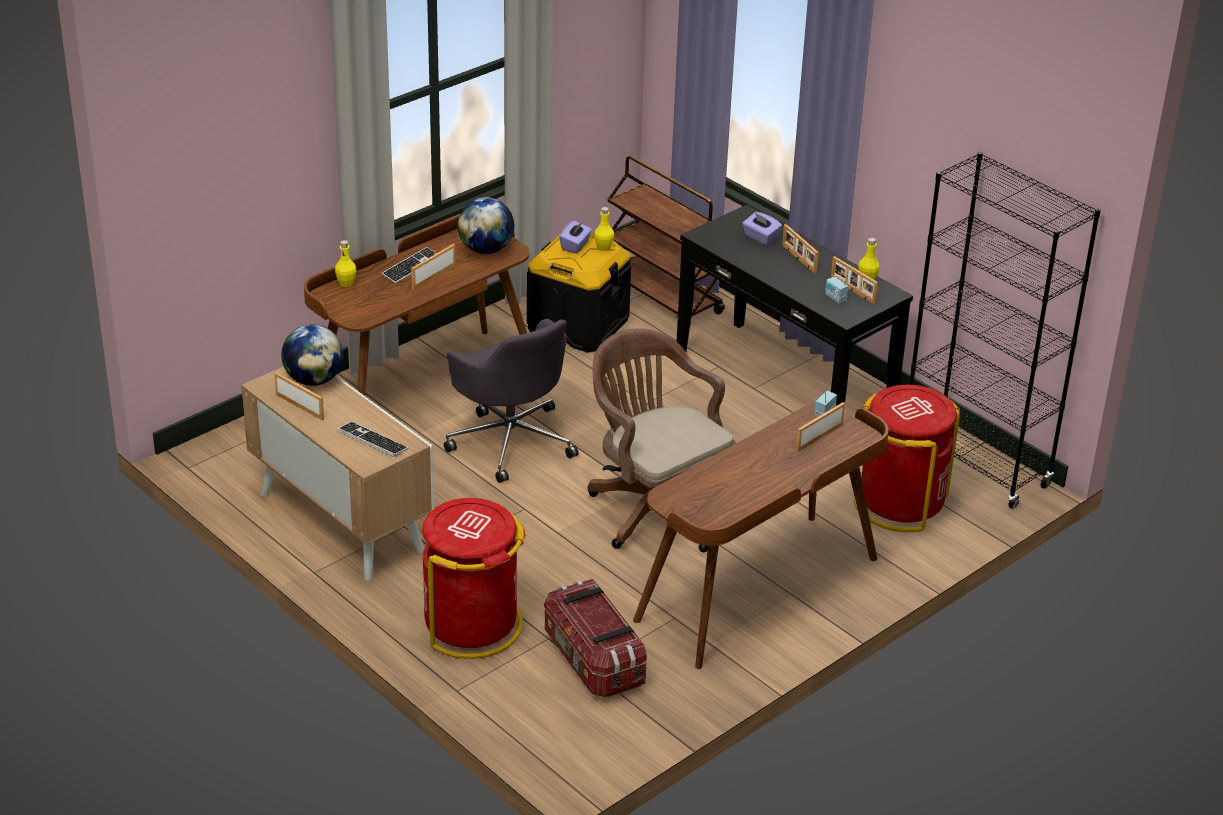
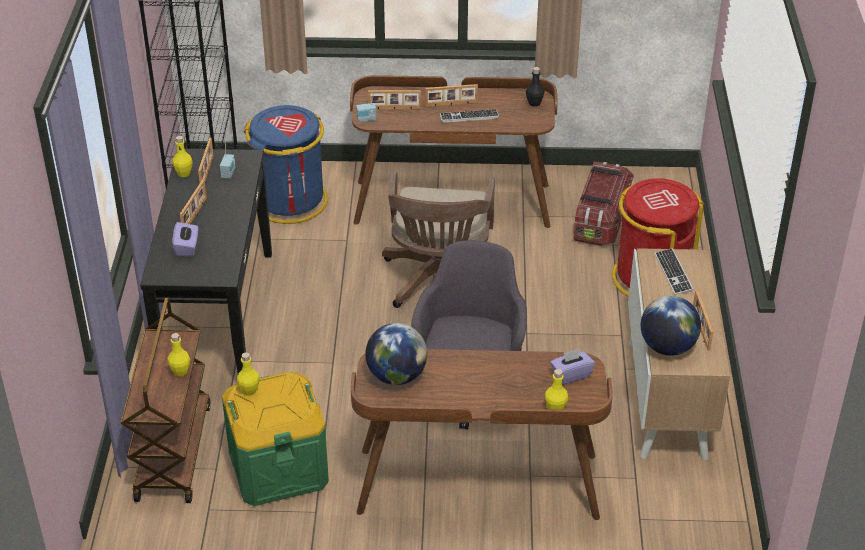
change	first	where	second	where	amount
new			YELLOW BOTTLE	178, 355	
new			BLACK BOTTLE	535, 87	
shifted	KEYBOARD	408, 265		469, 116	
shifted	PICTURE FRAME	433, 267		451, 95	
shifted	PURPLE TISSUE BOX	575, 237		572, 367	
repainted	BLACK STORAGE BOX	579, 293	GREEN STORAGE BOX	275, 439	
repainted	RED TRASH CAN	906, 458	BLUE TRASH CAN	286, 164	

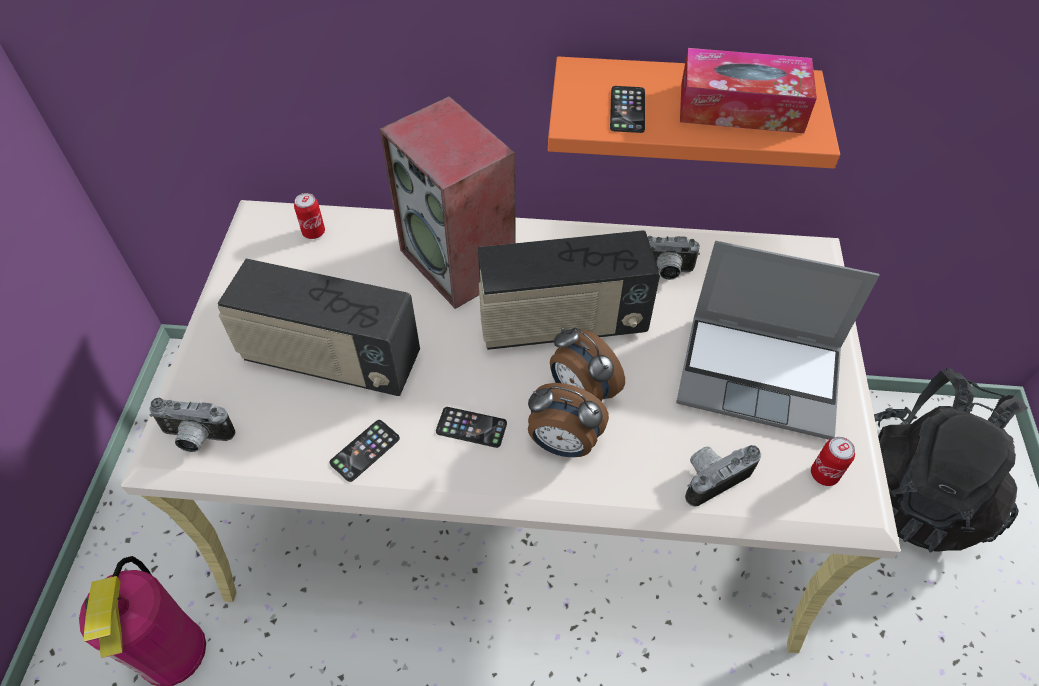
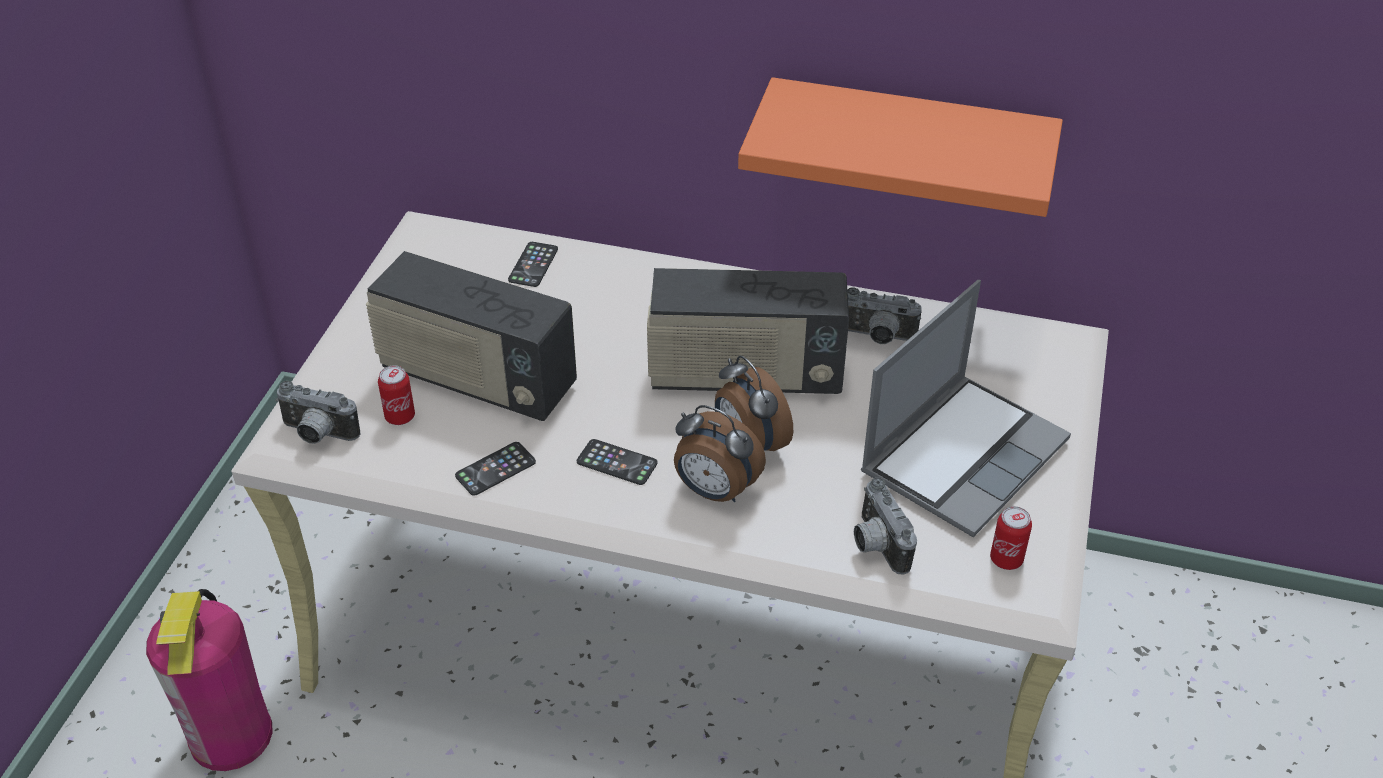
change	first	where	second	where	amount
gone	SPEAKER	448, 202			
gone	TISSUE BOX	748, 90			
gone	BLACK BACKPACK	951, 460			
shifted	CAN	309, 216		396, 395	
shifted	PHONE	627, 109		533, 264	
rotated	LAPTOP	777, 340		966, 408	75 degrees counterclockwise
rotated	PHOTO CAMERA	723, 475		885, 525	90 degrees counterclockwise

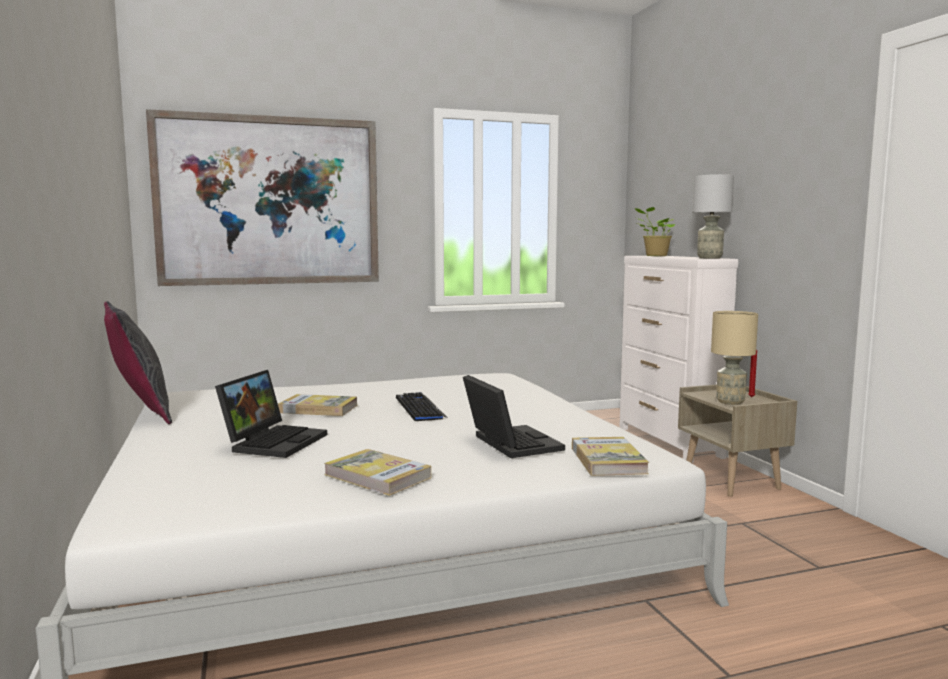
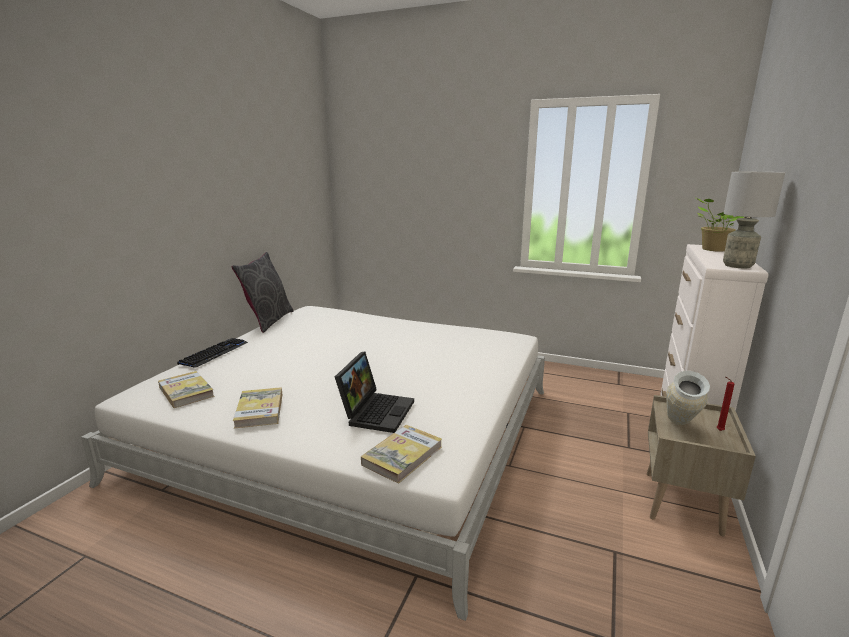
change	first	where	second	where	amount
gone	PICTURE	262, 197			
gone	LAPTOP	271, 414			
shifted	BOOK	317, 405		186, 389	
shifted	KEYBOARD	422, 406		212, 353	
swapped	BEIGE TABLE LAMP	734, 358	VASE	688, 398	

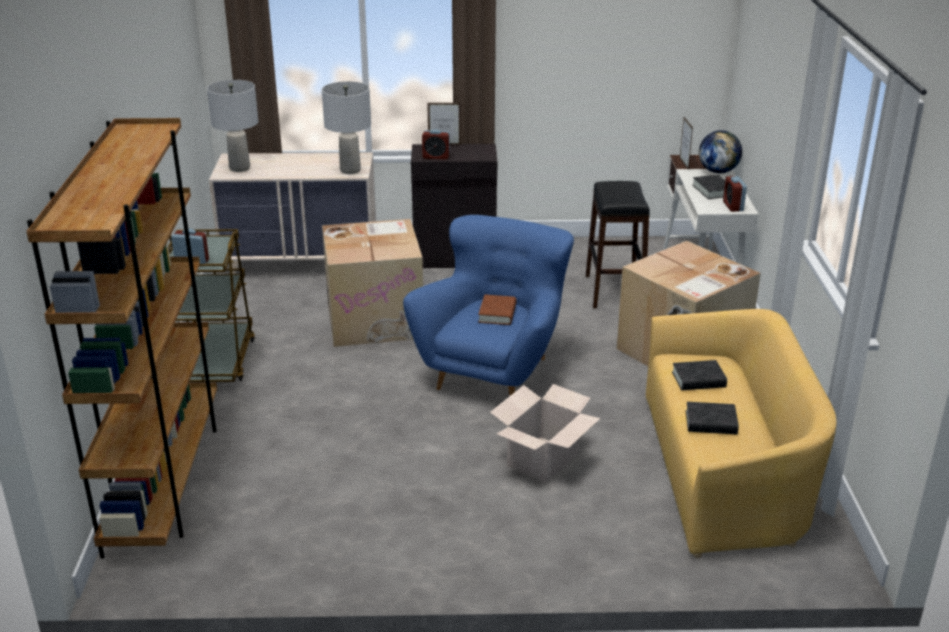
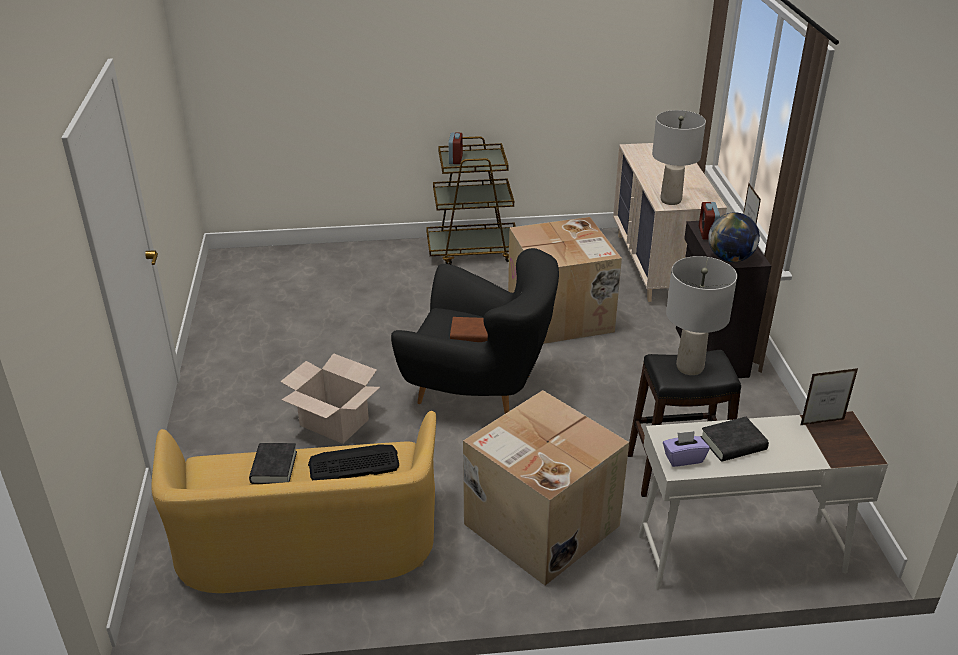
change	first	where	second	where	amount
gone	BROWN BOOKCASE	121, 338			
shifted	GREY TABLE LAMP	232, 126		701, 315	
shifted	GLOBE	720, 151		734, 237	
swapped	BLACK BOOK	699, 375	KEYBOARD	353, 462	
swapped	ALARM CLOCK	735, 194	PURPLE TISSUE BOX	686, 449	
repainted	BLUE ARMCHAIR	488, 305	BLACK ARMCHAIR	475, 331	

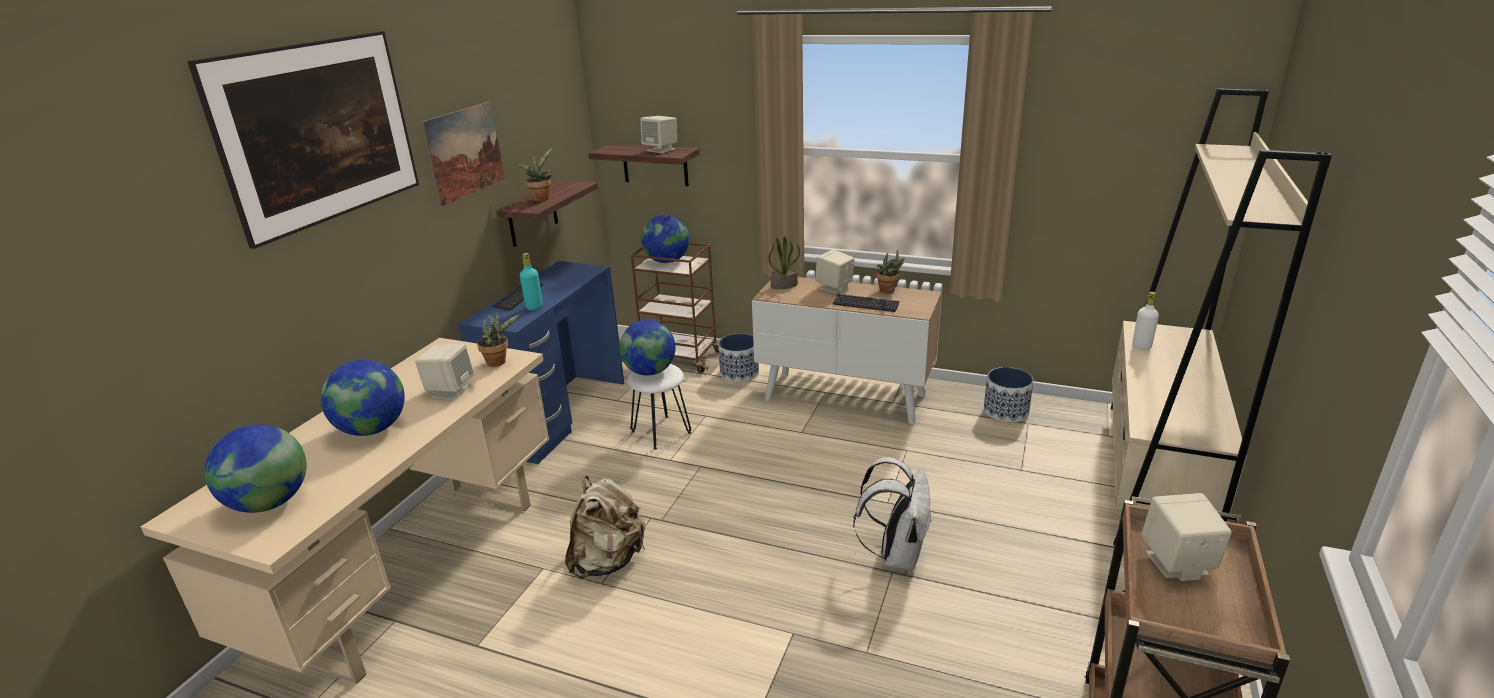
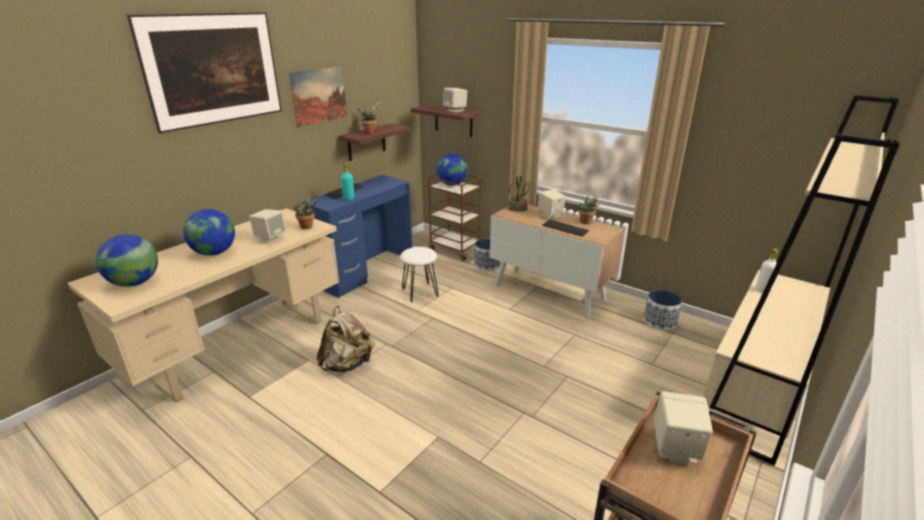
change	first	where	second	where	amount
gone	GLOBE	647, 347			
gone	WHITE BACKPACK	892, 514			

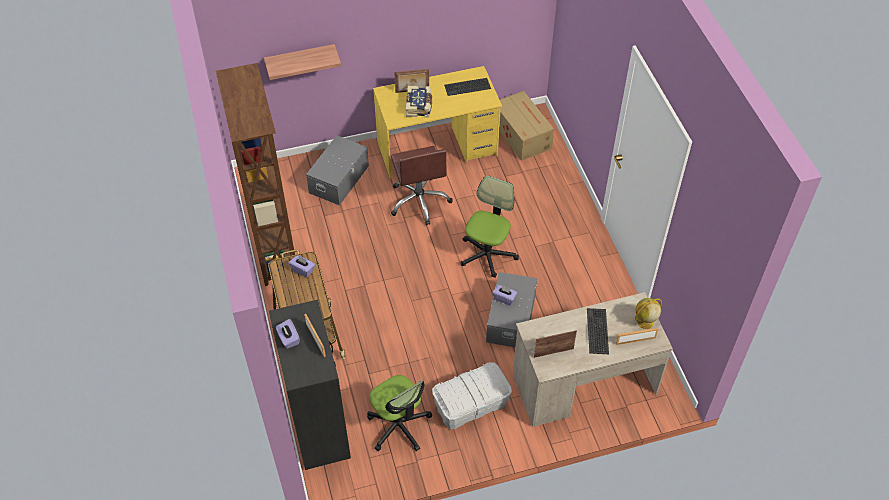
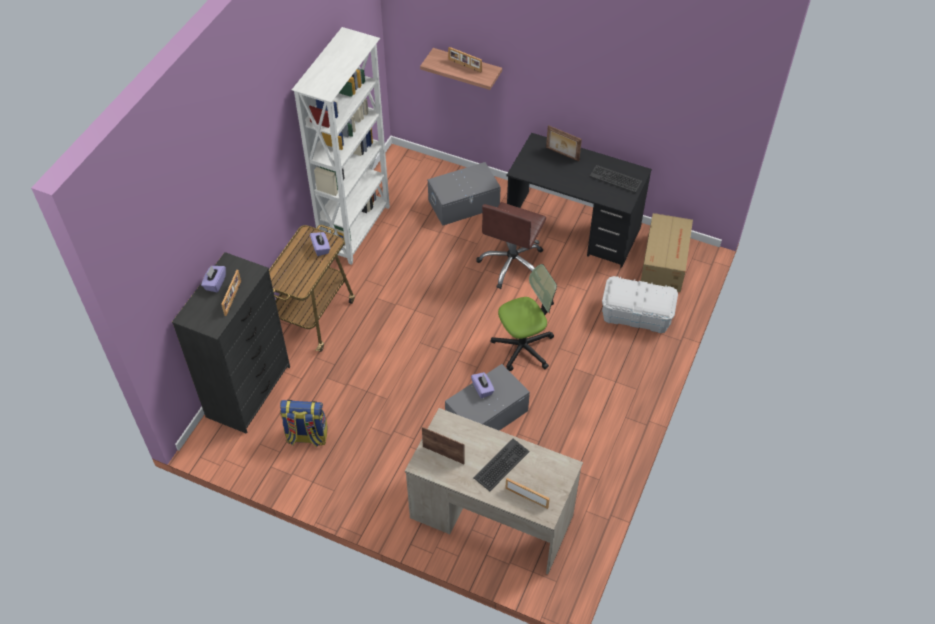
change	first	where	second	where	amount
gone	BOOK	419, 102			
gone	GLOBE	648, 313			
new			PICTURE FRAME	465, 59	
shifted	WHITE STORAGE BOX	472, 395		640, 304	
swapped	OFFICE CHAIR	399, 413	BACKPACK	304, 423	
repainted	BROWN BOOKCASE	257, 174	WHITE BOOKCASE	341, 146	
repainted	YELLOW DESK	437, 122	BLACK DESK	579, 200	

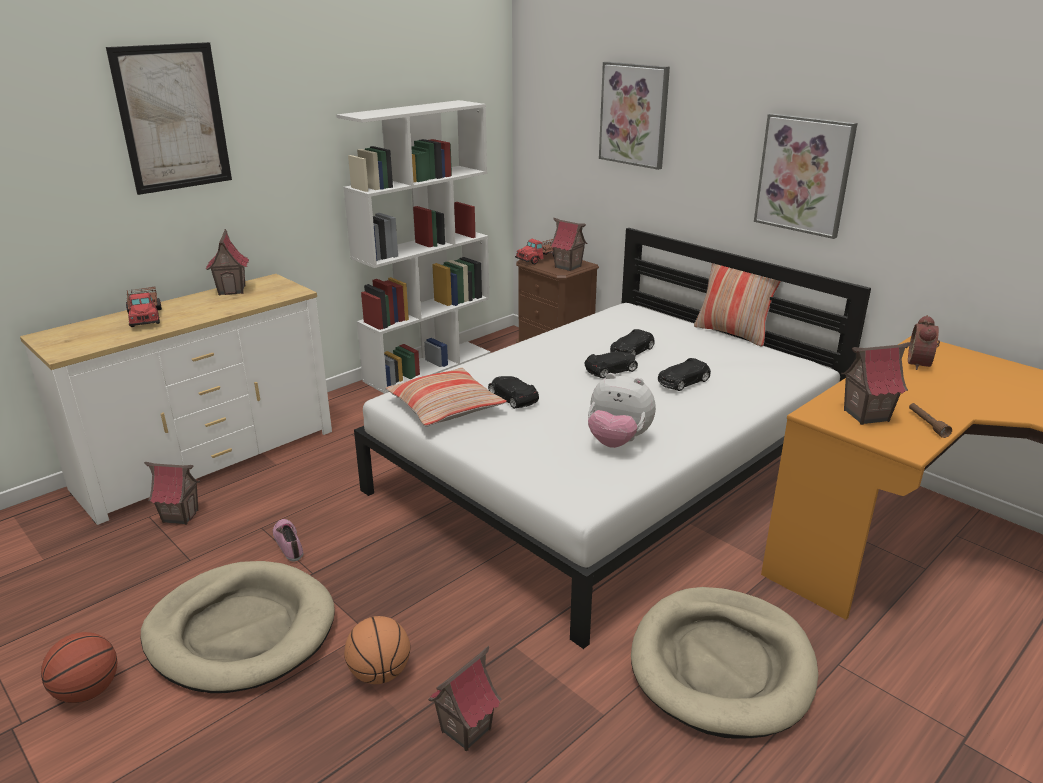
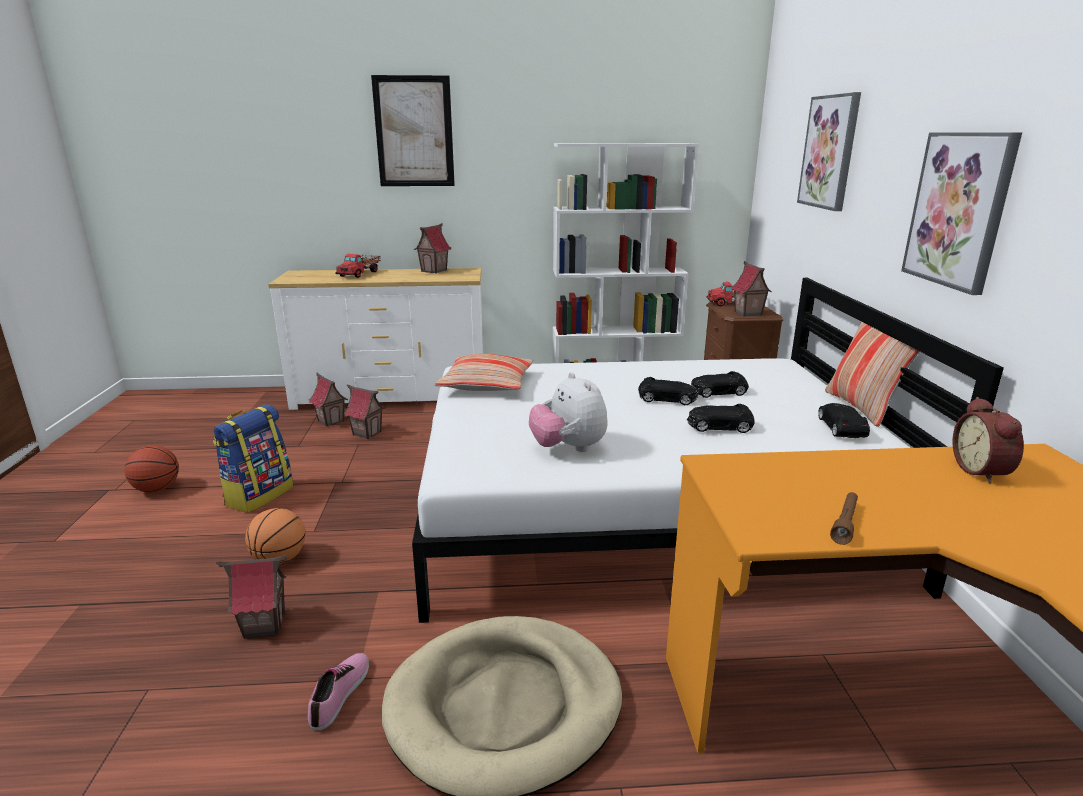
change	first	where	second	where	amount
shifted	SHOE	288, 540		338, 691	
shifted	BLACK TOY CAR	513, 392		844, 420	
shifted	TOY HOUSE	876, 383		364, 412	
swapped	BEIGE DOG BED	238, 627	BACKPACK	253, 458	
rotated	ALARM CLOCK	924, 342		988, 440	60 degrees counterclockwise

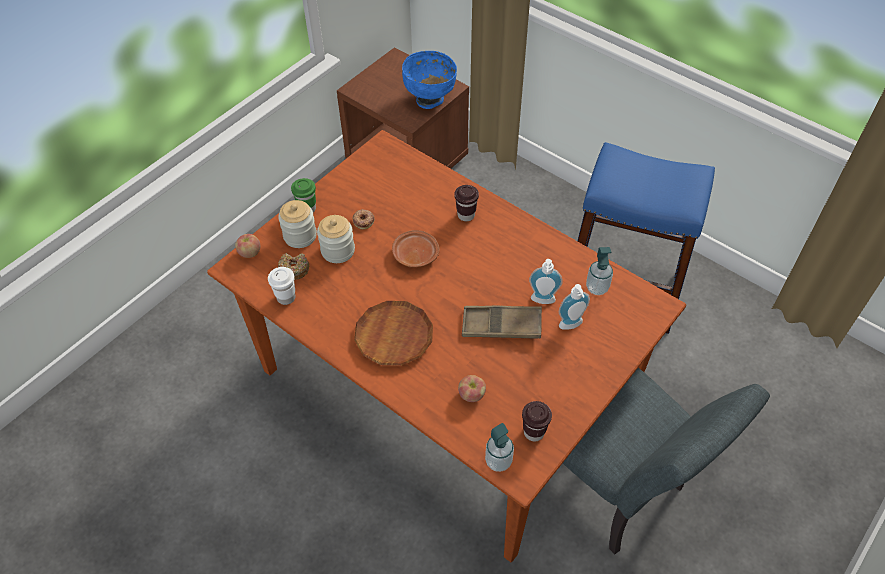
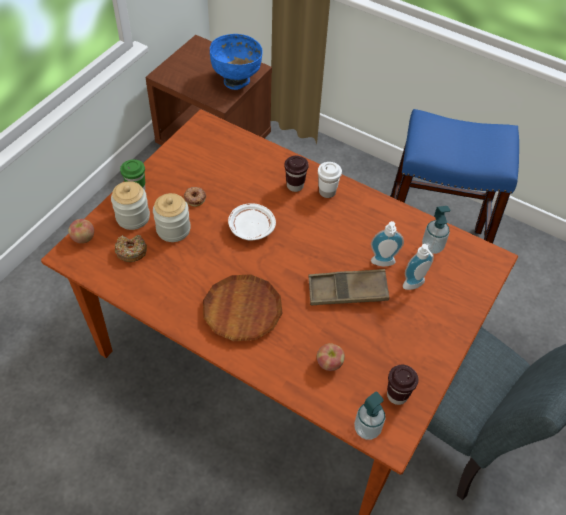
change	first	where	second	where	amount
shifted	WHITE CUP	282, 286		330, 180	
repainted	BROWN PLATE	416, 249	WHITE PLATE	252, 222	

